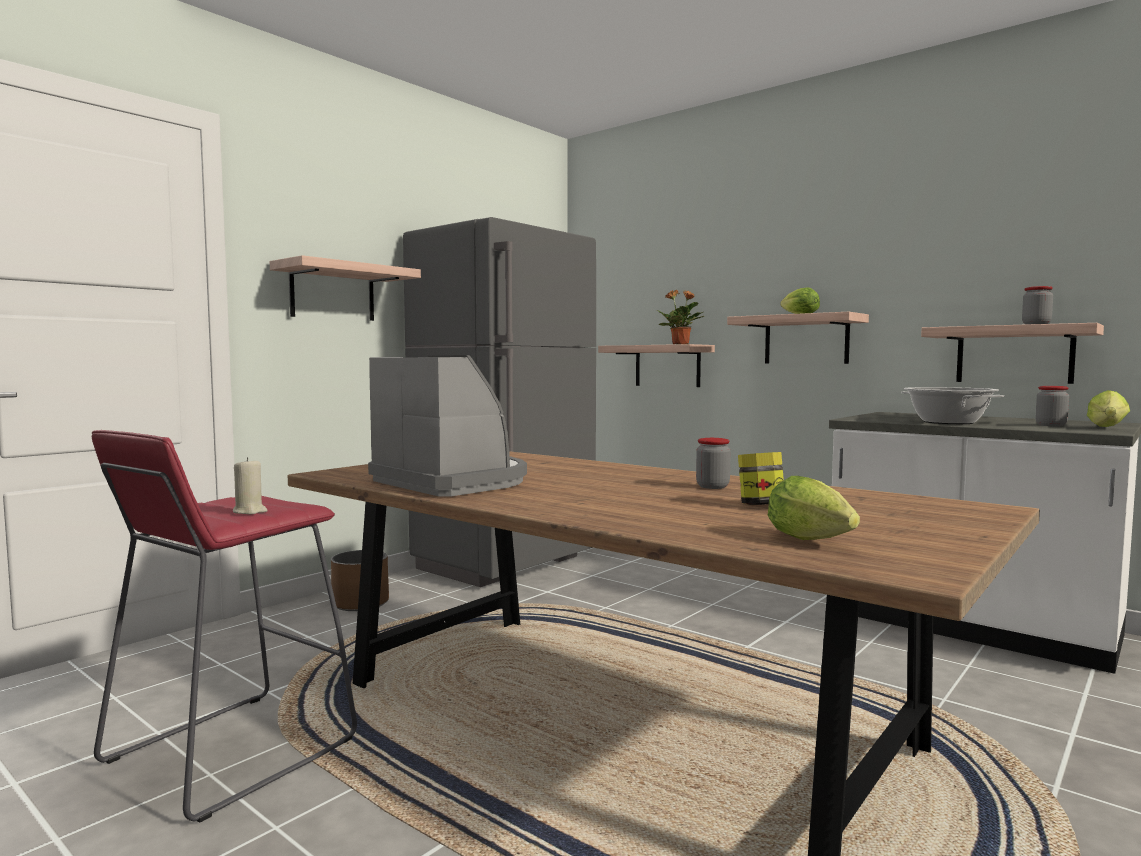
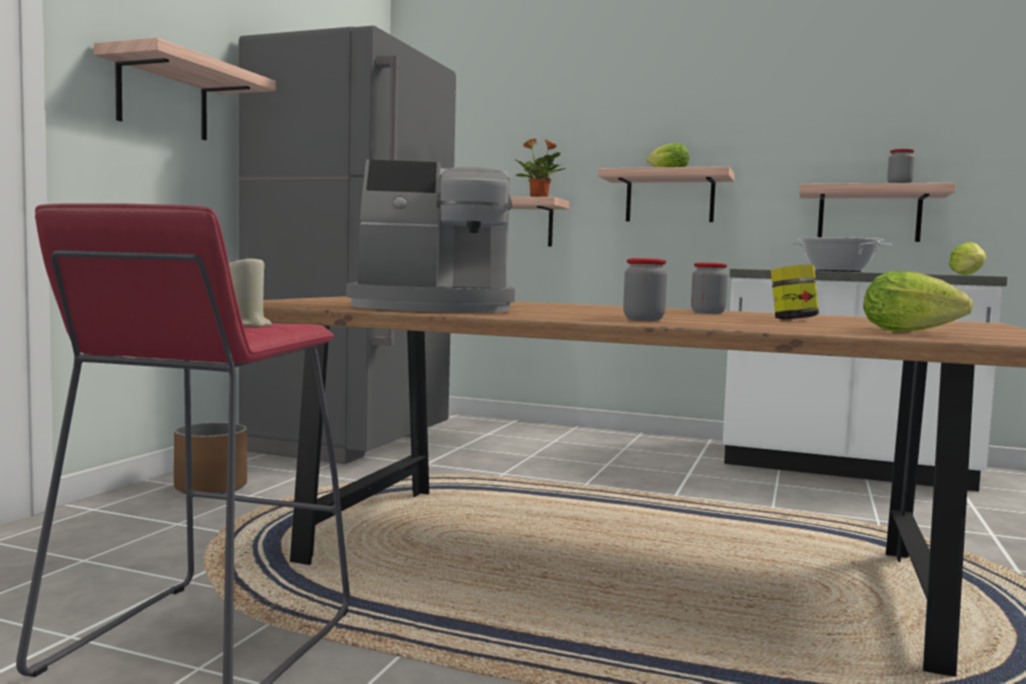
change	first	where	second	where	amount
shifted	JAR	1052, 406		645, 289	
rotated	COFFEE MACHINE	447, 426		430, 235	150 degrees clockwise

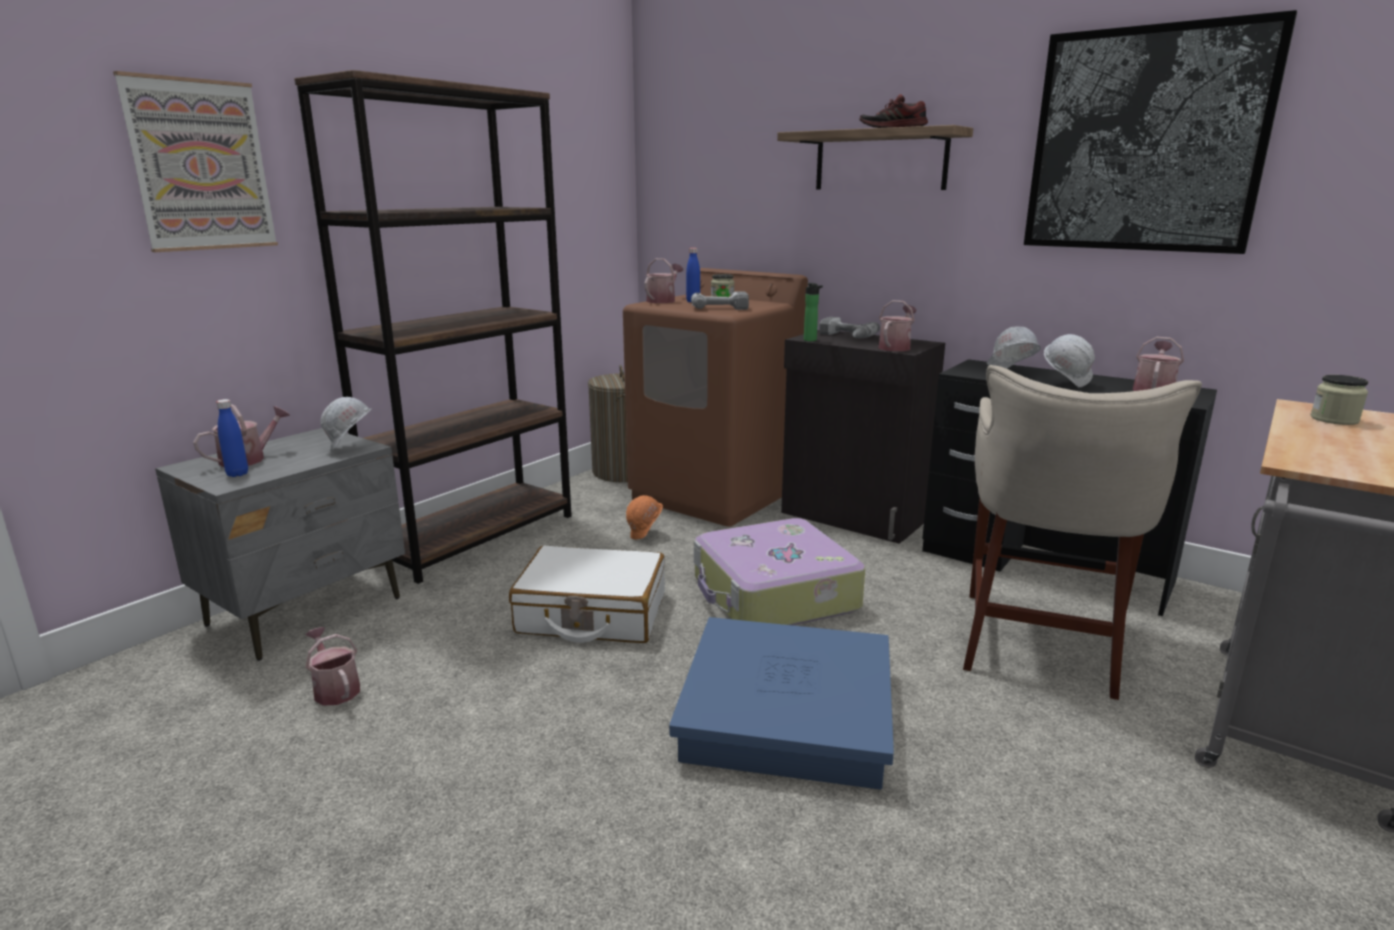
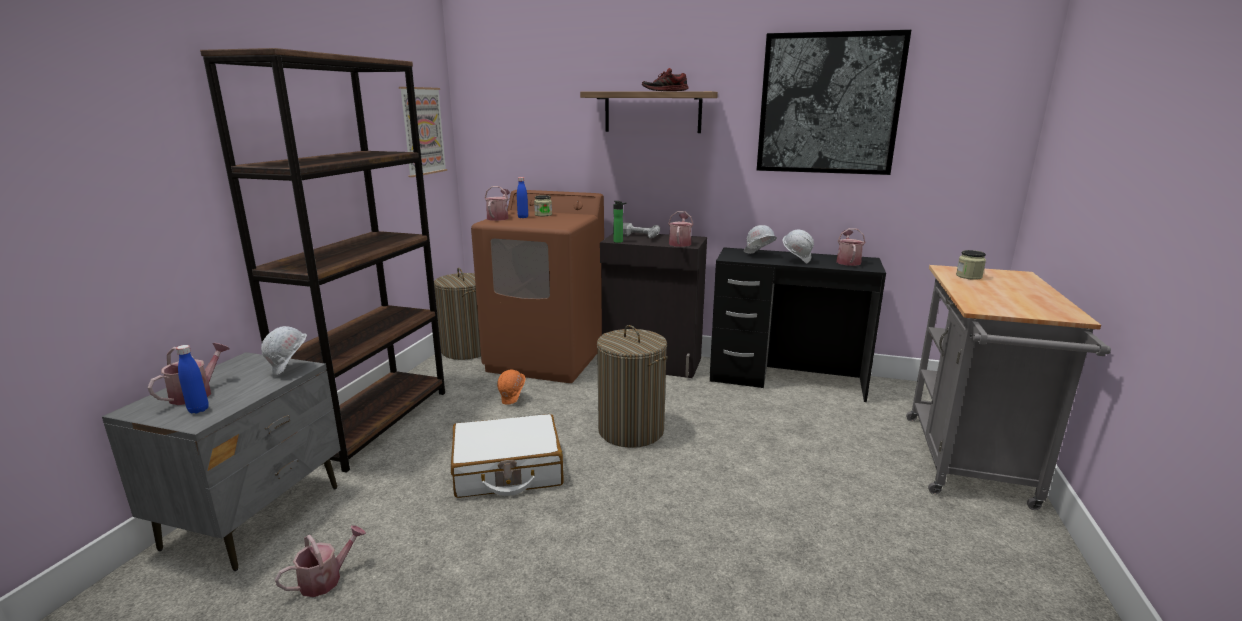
change	first	where	second	where	amount
gone	BLUE STORAGE BOX	781, 703			
gone	POWER DRILL	720, 301			
gone	BEIGE STOOL	1082, 532			
shifted	PICTURE	195, 161		423, 132	
swapped	SUITCASE	779, 571	LAUNDRY BASKET	632, 386	
rotated	WATERING CAN	332, 666		320, 561	105 degrees clockwise

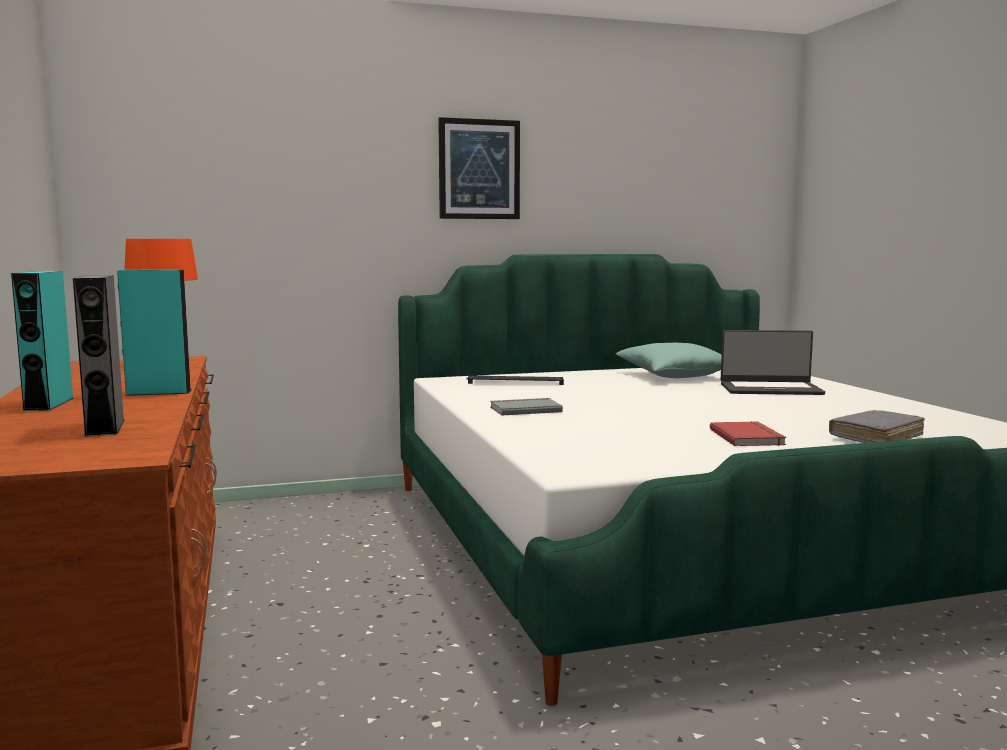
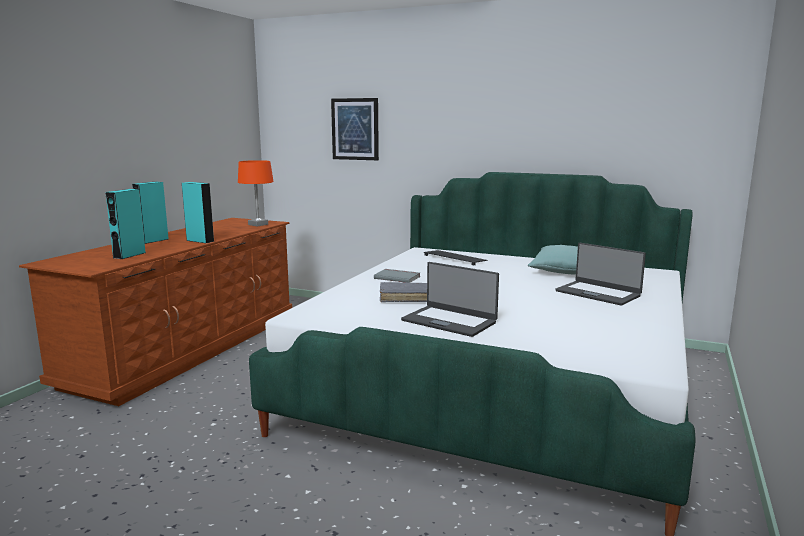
change	first	where	second	where	amount
shifted	PICTURE	479, 168		355, 129	
shifted	GREY BOOK	877, 426		403, 292	
swapped	RED BOOK	748, 433	LAPTOP	450, 299	
repainted	GREY SPEAKER	98, 356	TURQUOISE SPEAKER	125, 224	

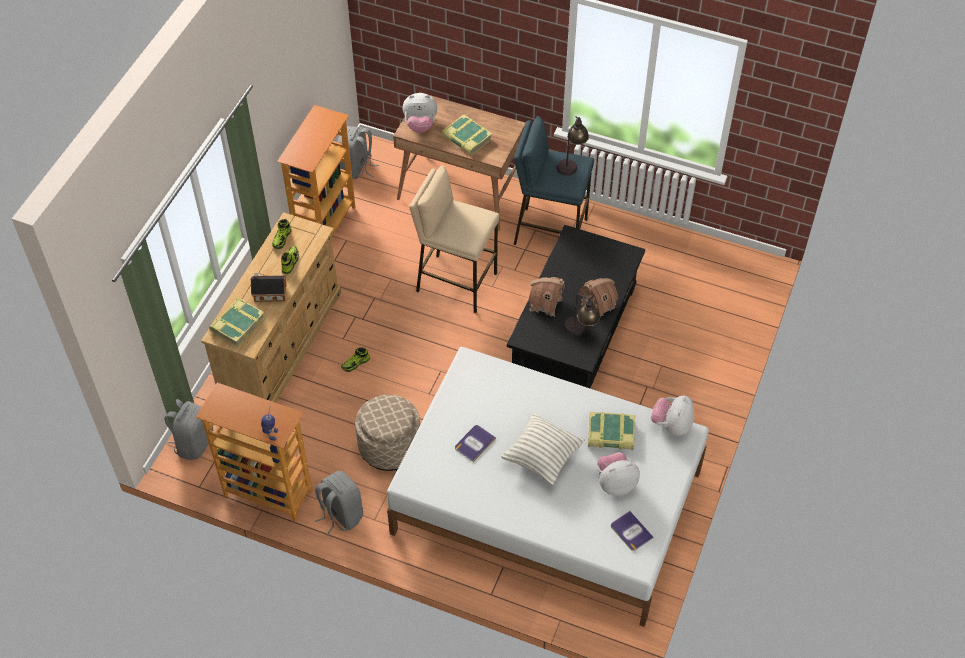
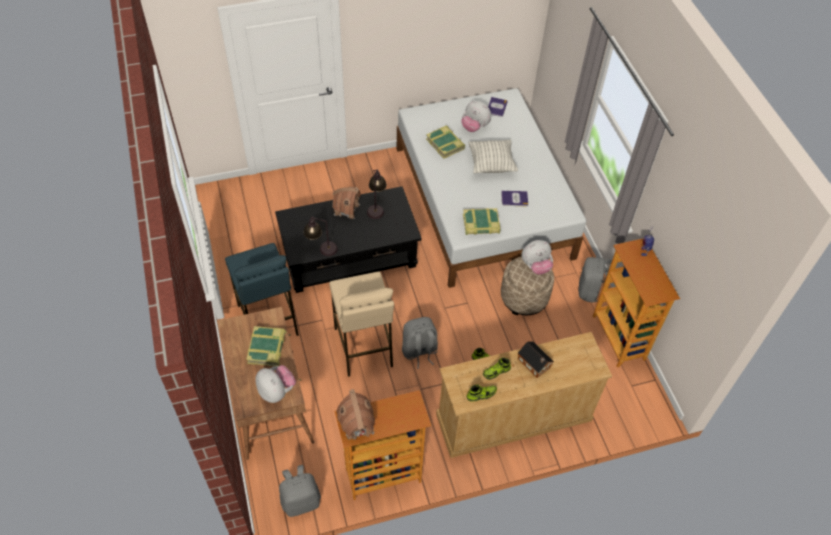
change	first	where	second	where	amount
shifted	GREY BACKPACK	188, 429		420, 343	
shifted	BOOK	237, 322		481, 221	
shifted	TOY HOUSE	547, 297		355, 414	
shifted	TABLE LAMP	572, 146		320, 236	
shifted	PLUSH TOY	672, 415		537, 257	

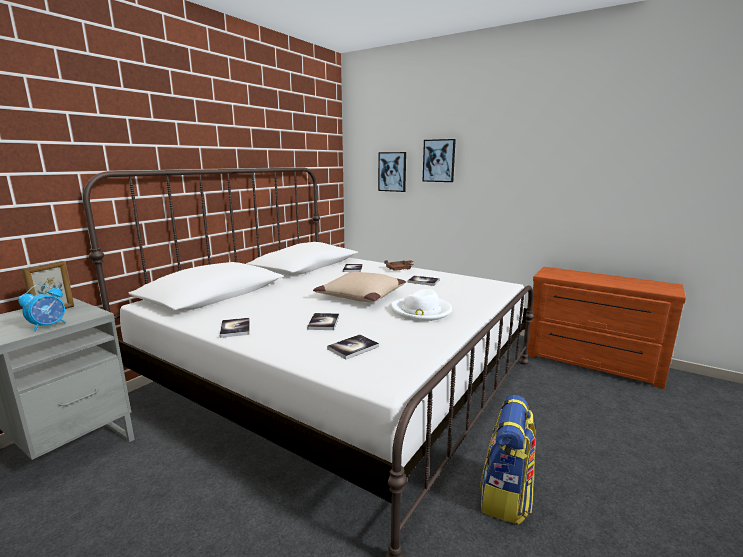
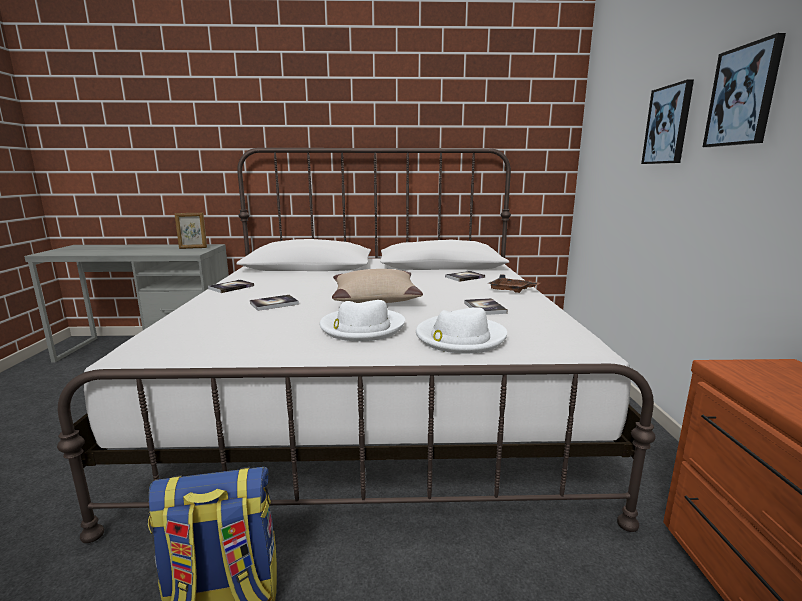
change	first	where	second	where	amount
gone	ALARM CLOCK	42, 308			
gone	BOOK	353, 347			
new			WHITE HAT	461, 330	
shifted	PICTURE	392, 172		744, 90	

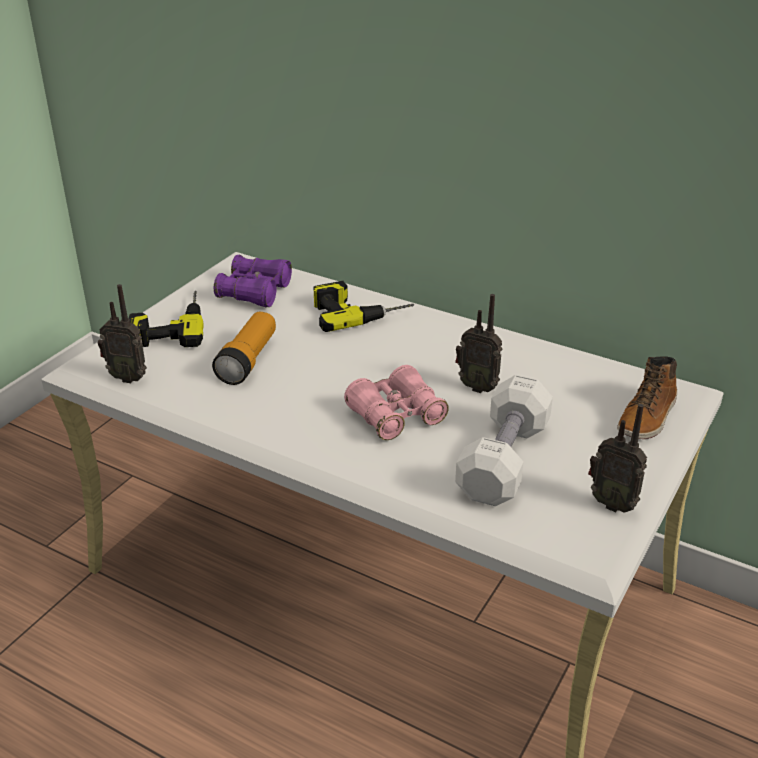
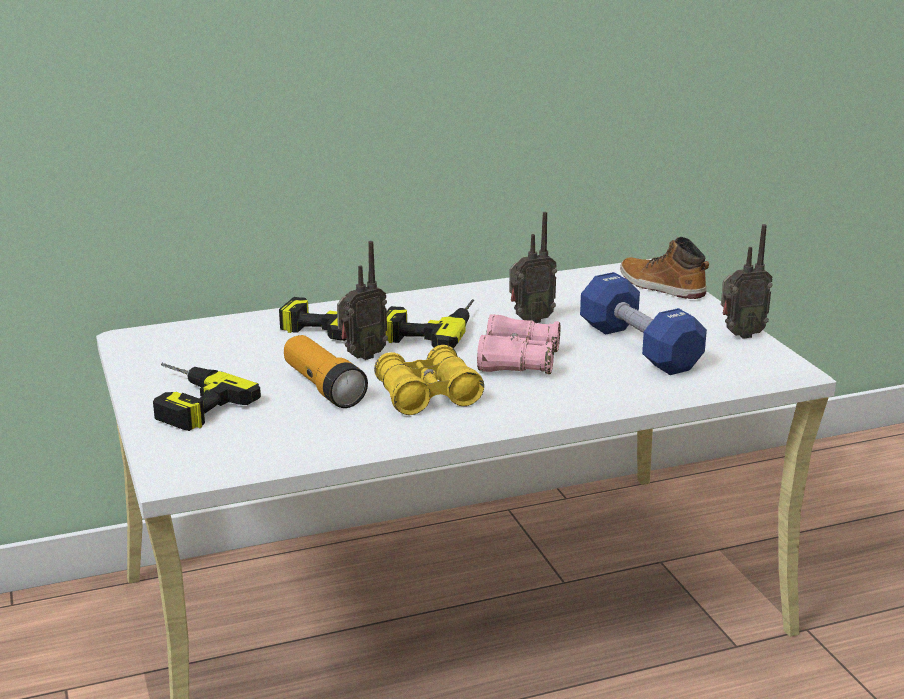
change	first	where	second	where	amount
gone	PURPLE BINOCULARS	253, 281			
new			YELLOW BINOCULARS	429, 380	
new			POWER DRILL	430, 324	
shifted	RADIO	122, 333		362, 300	
repainted	WHITE DUMBBELL	504, 440	BLUE DUMBBELL	643, 323	
rotated	BOOT	647, 397		664, 268	150 degrees clockwise

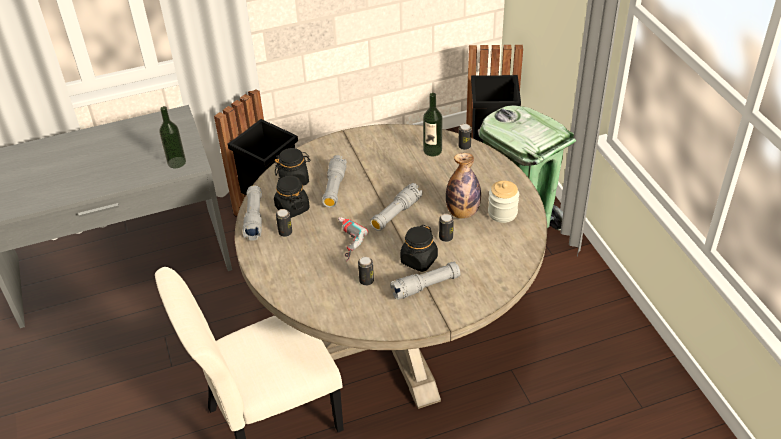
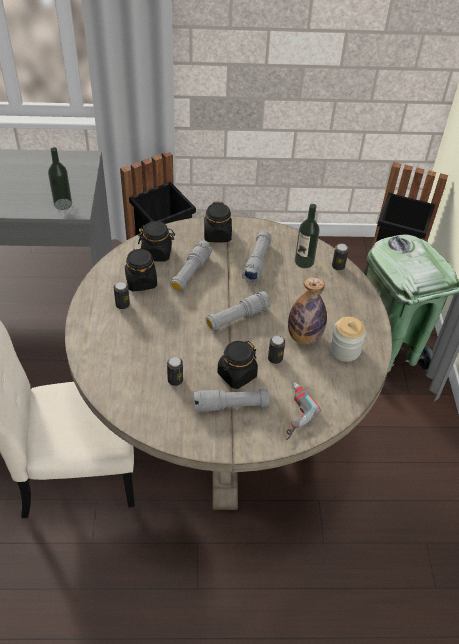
change	first	where	second	where	amount
new			BLACK JAR	218, 222	
shifted	GREY FLASHLIGHT	252, 213		257, 257	
shifted	POWER DRILL	353, 239		303, 411	

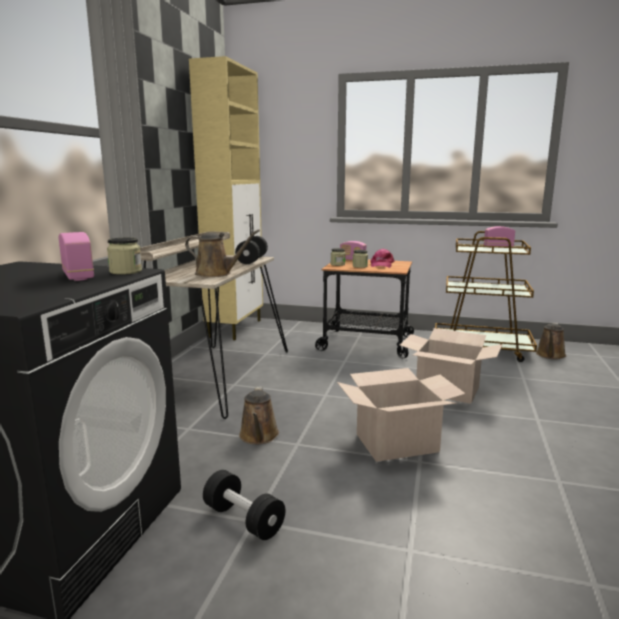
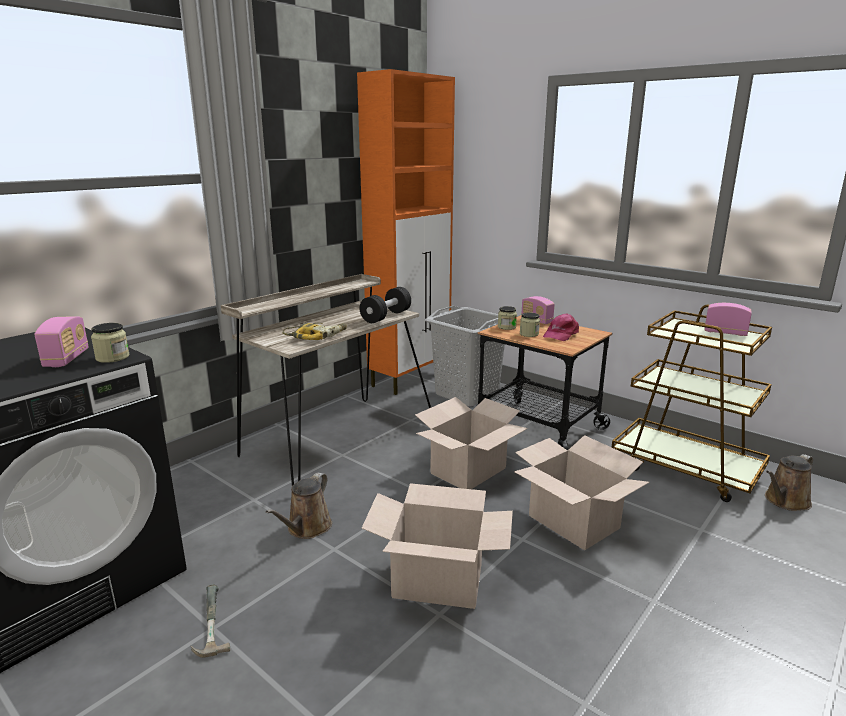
change	first	where	second	where	amount
new			CARDBOARD BOX	471, 443	
new			GREY LAUNDRY BASKET	465, 356	
swapped	BROWN WATERING CAN	222, 253	POWER DRILL	315, 331	
swapped	BLACK DUMBBELL	244, 505	HAMMER	210, 621	
repainted	BEIGE CABINET	226, 198	ORANGE CABINET	406, 232	

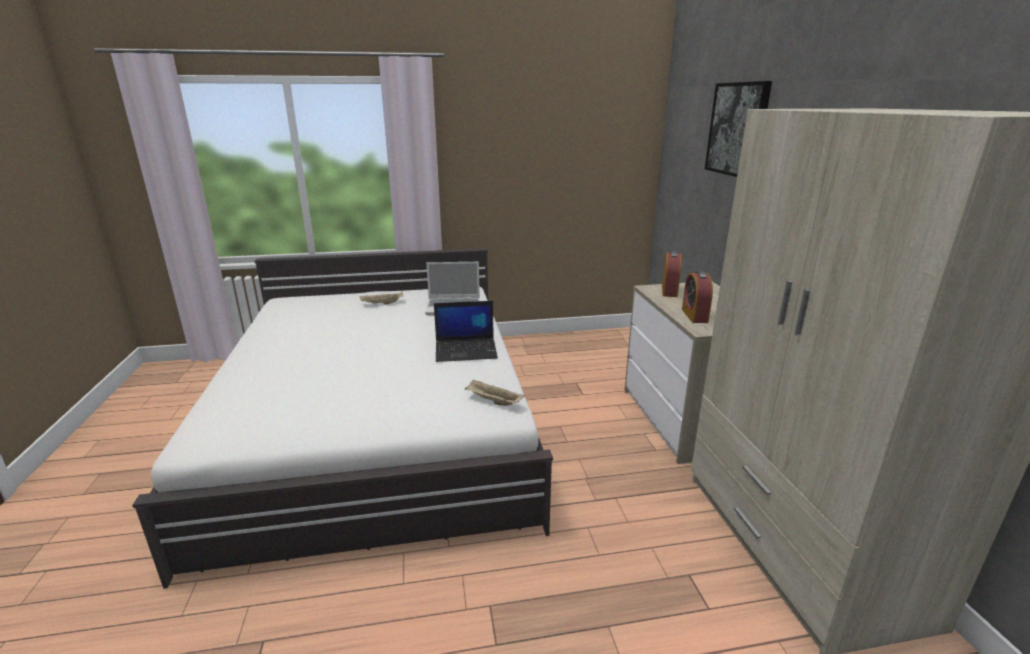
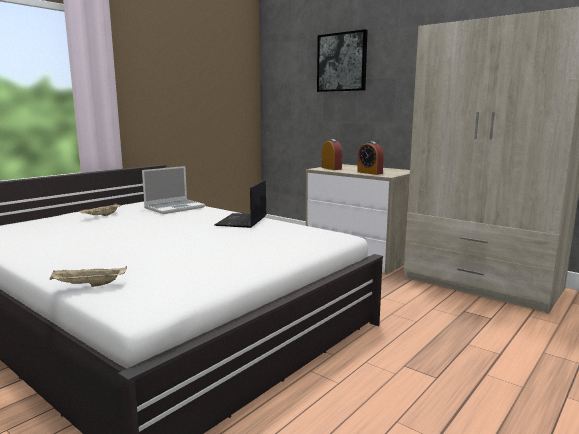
change	first	where	second	where	amount
shifted	BEIGE TRAY	495, 392		88, 276	
rotated	LAPTOP	466, 331		240, 204	150 degrees clockwise

